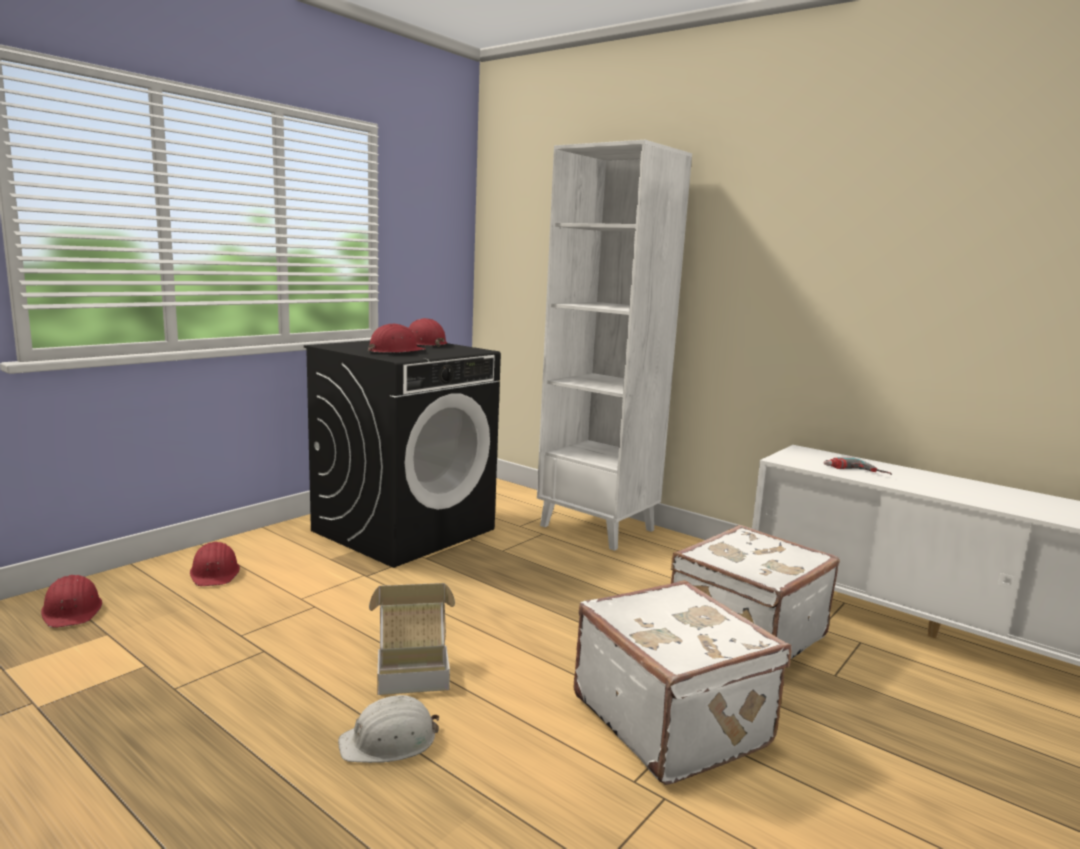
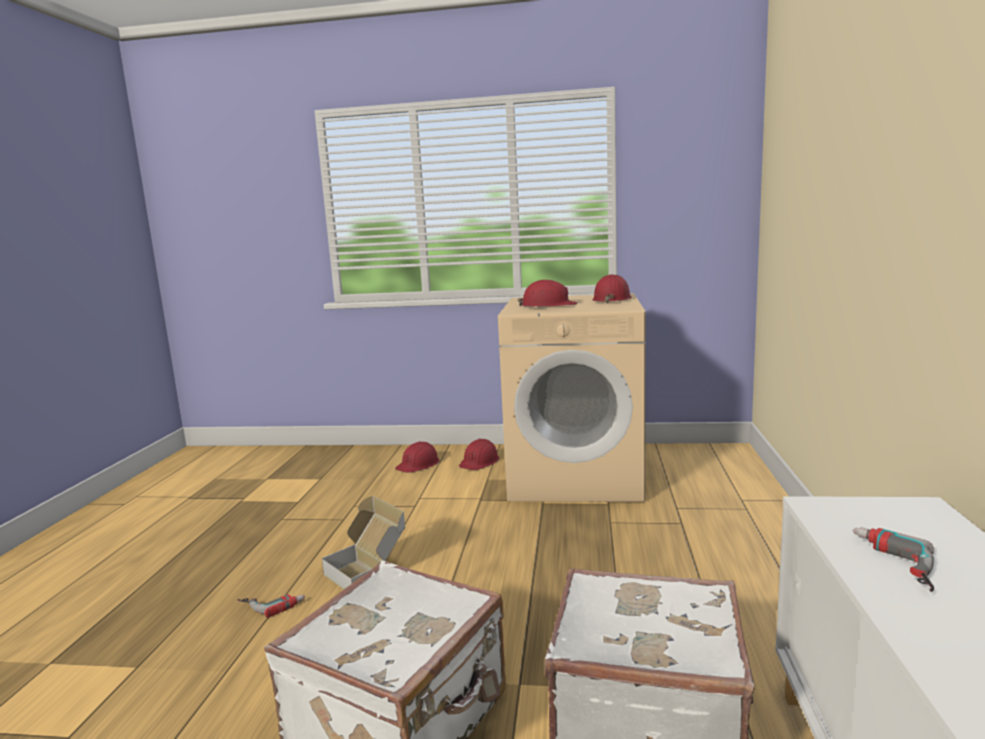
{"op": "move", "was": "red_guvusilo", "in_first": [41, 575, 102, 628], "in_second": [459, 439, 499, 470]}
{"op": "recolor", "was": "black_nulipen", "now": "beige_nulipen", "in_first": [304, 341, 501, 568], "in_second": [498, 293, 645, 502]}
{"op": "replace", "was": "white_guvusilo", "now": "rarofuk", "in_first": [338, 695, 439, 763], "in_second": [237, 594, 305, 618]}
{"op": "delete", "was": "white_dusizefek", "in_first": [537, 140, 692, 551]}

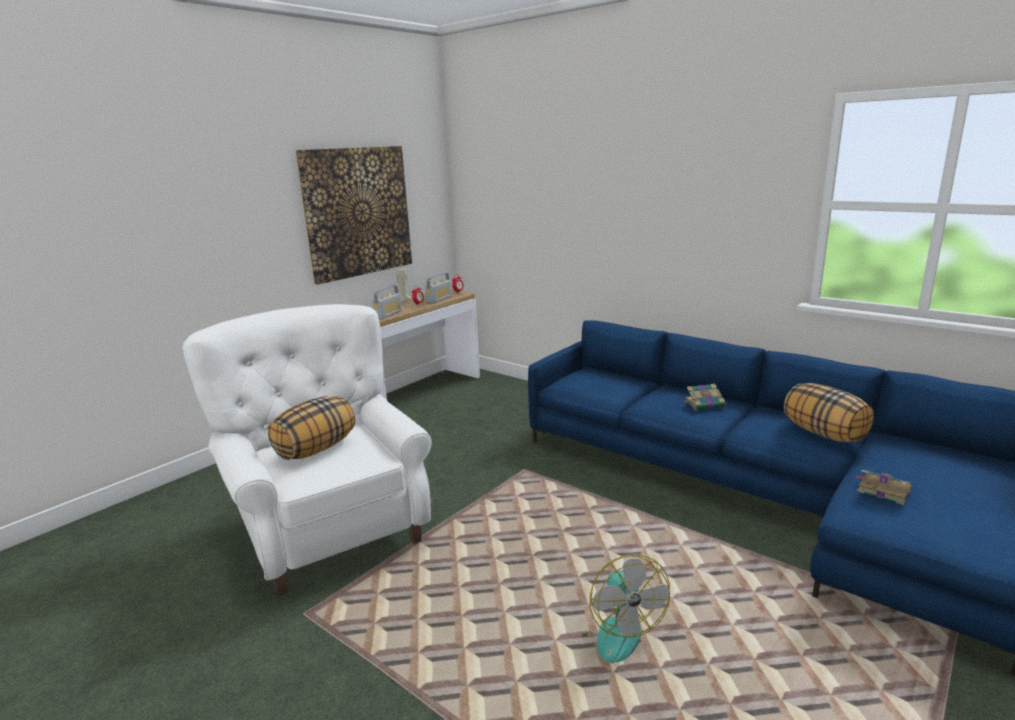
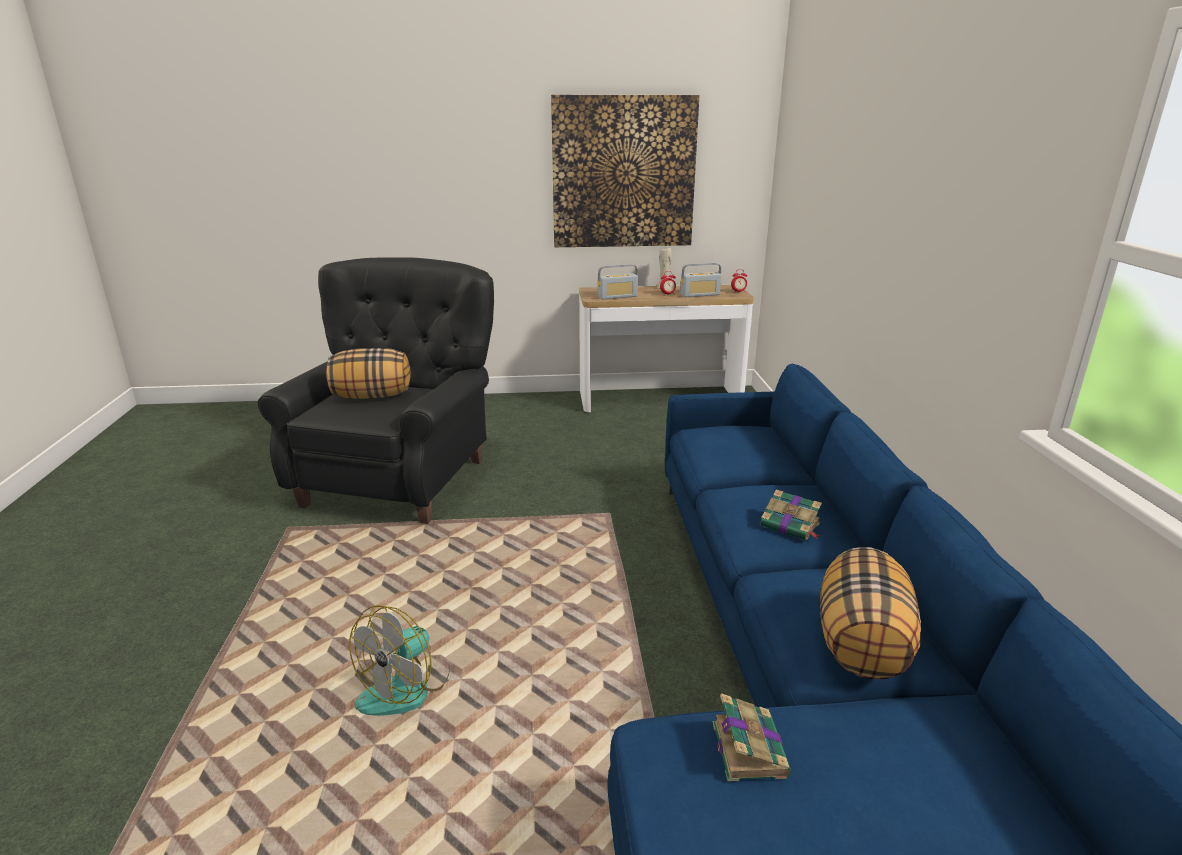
{"op": "recolor", "was": "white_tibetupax", "now": "black_tibetupax", "in_first": [183, 304, 432, 596], "in_second": [258, 257, 494, 524]}

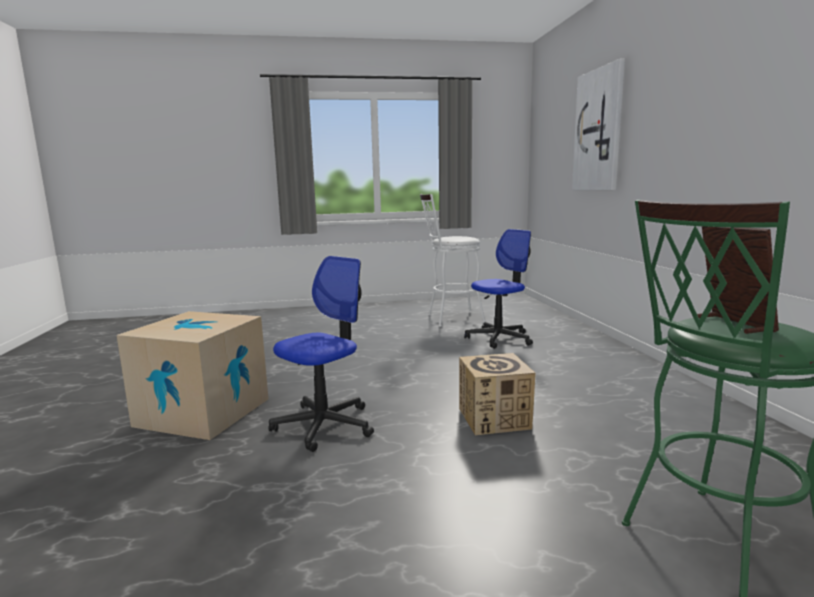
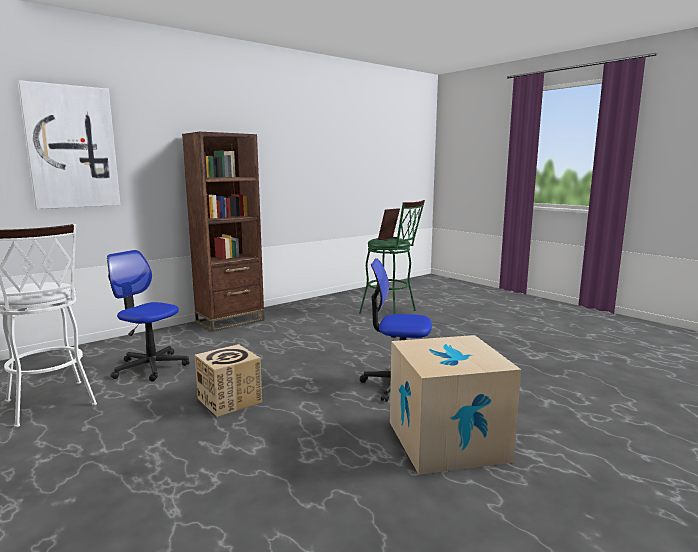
{"op": "move", "was": "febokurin", "in_first": [459, 353, 536, 435], "in_second": [195, 344, 262, 417]}
{"op": "insert", "now": "brown_dusizefek", "in_second": [182, 132, 265, 332]}

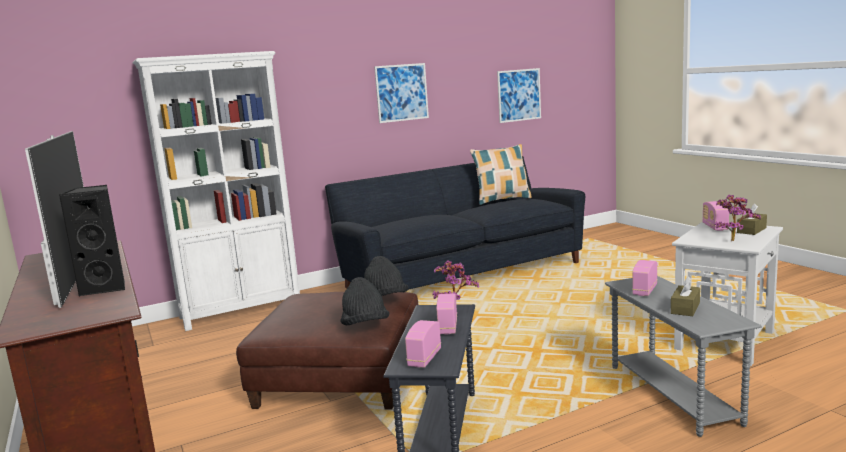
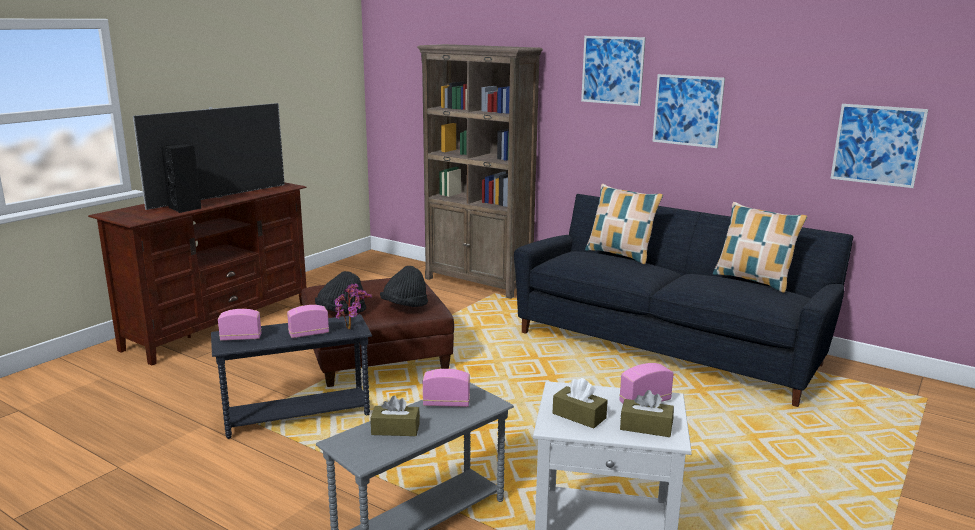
{"op": "recolor", "was": "white_dusizefek", "now": "brown_dusizefek", "in_first": [133, 51, 300, 331], "in_second": [417, 44, 543, 299]}
{"op": "replace", "was": "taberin", "now": "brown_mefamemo", "in_first": [715, 195, 761, 241], "in_second": [553, 378, 608, 429]}
{"op": "insert", "now": "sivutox", "in_second": [581, 36, 646, 106]}
{"op": "insert", "now": "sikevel", "in_second": [585, 184, 663, 264]}

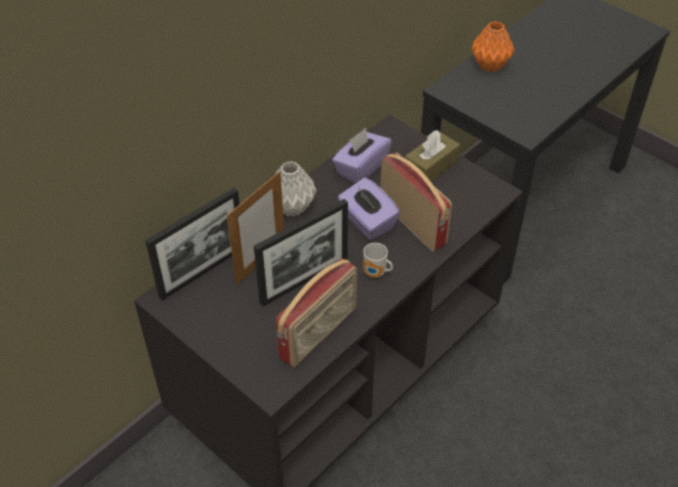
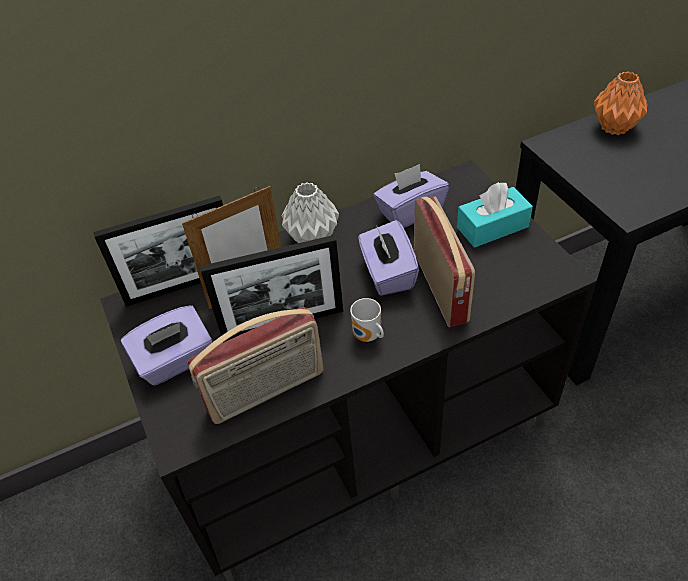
{"op": "recolor", "was": "brown_mefamemo", "now": "turquoise_mefamemo", "in_first": [405, 130, 460, 181], "in_second": [457, 182, 533, 248]}
{"op": "insert", "now": "purple_mefamemo", "in_second": [121, 305, 212, 386]}

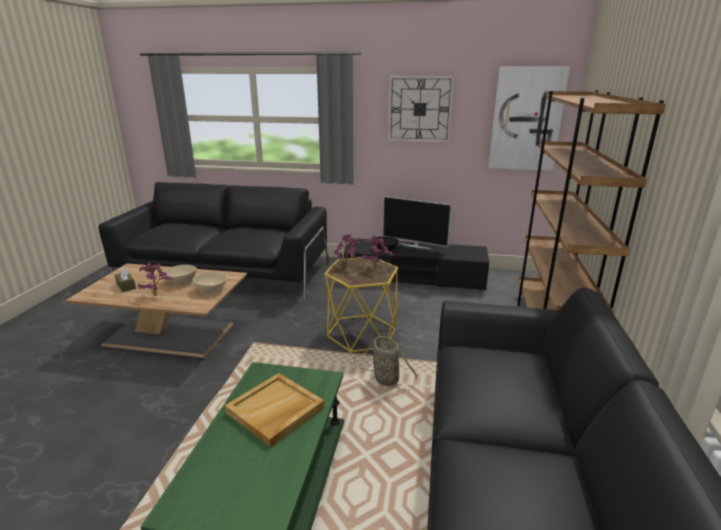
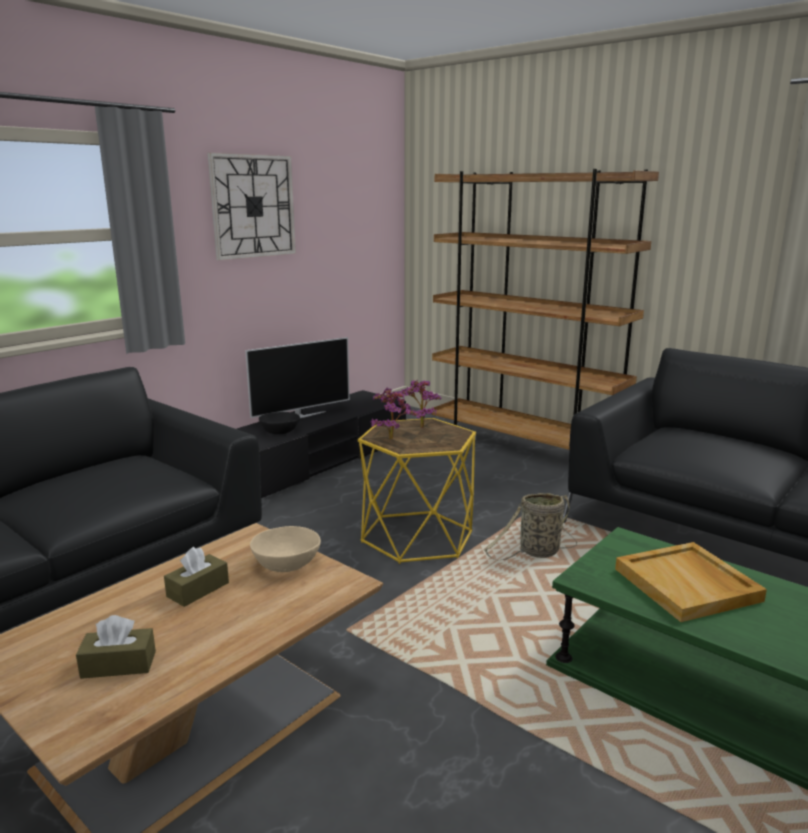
{"op": "delete", "was": "taberin", "in_first": [138, 262, 172, 296]}
{"op": "replace", "was": "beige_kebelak", "now": "brown_mefamemo", "in_first": [164, 265, 197, 284], "in_second": [164, 547, 229, 607]}
{"op": "delete", "was": "sivutox", "in_first": [488, 67, 570, 171]}

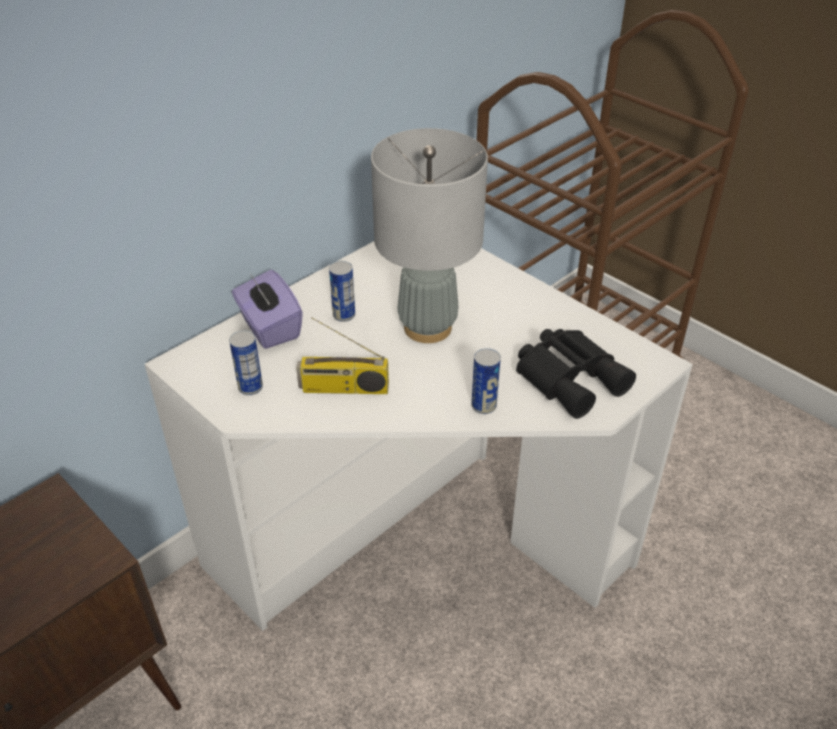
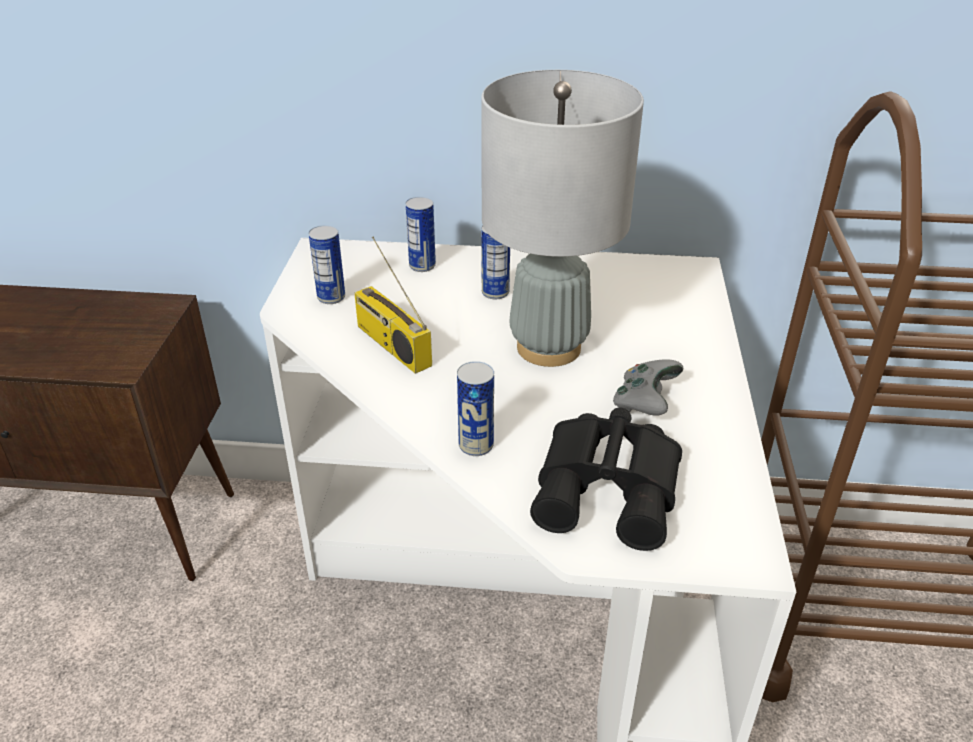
{"op": "replace", "was": "purple_mefamemo", "now": "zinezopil", "in_first": [232, 270, 303, 349], "in_second": [406, 197, 436, 272]}
{"op": "insert", "now": "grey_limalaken", "in_second": [613, 359, 684, 416]}

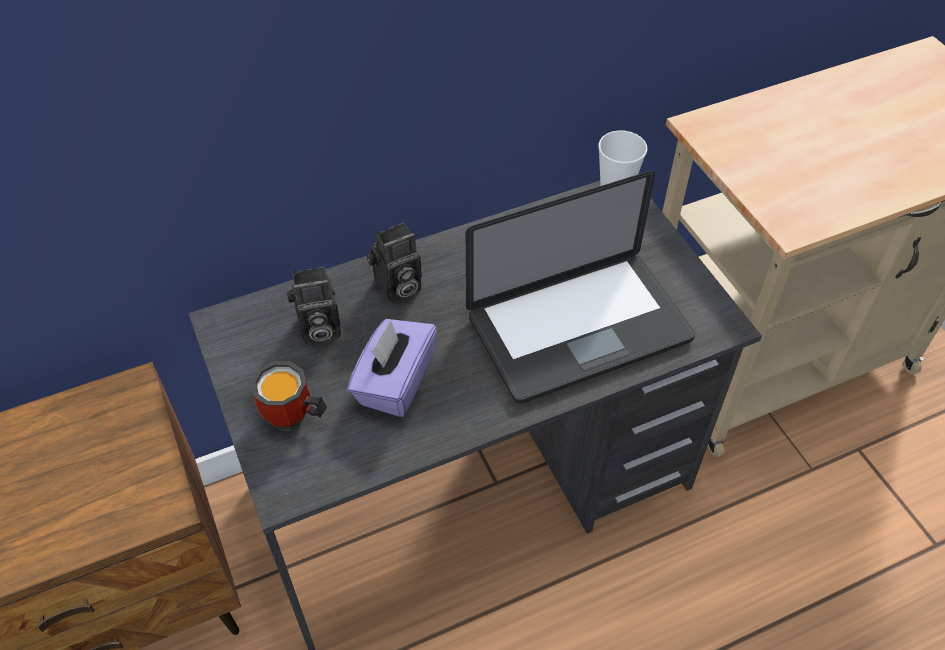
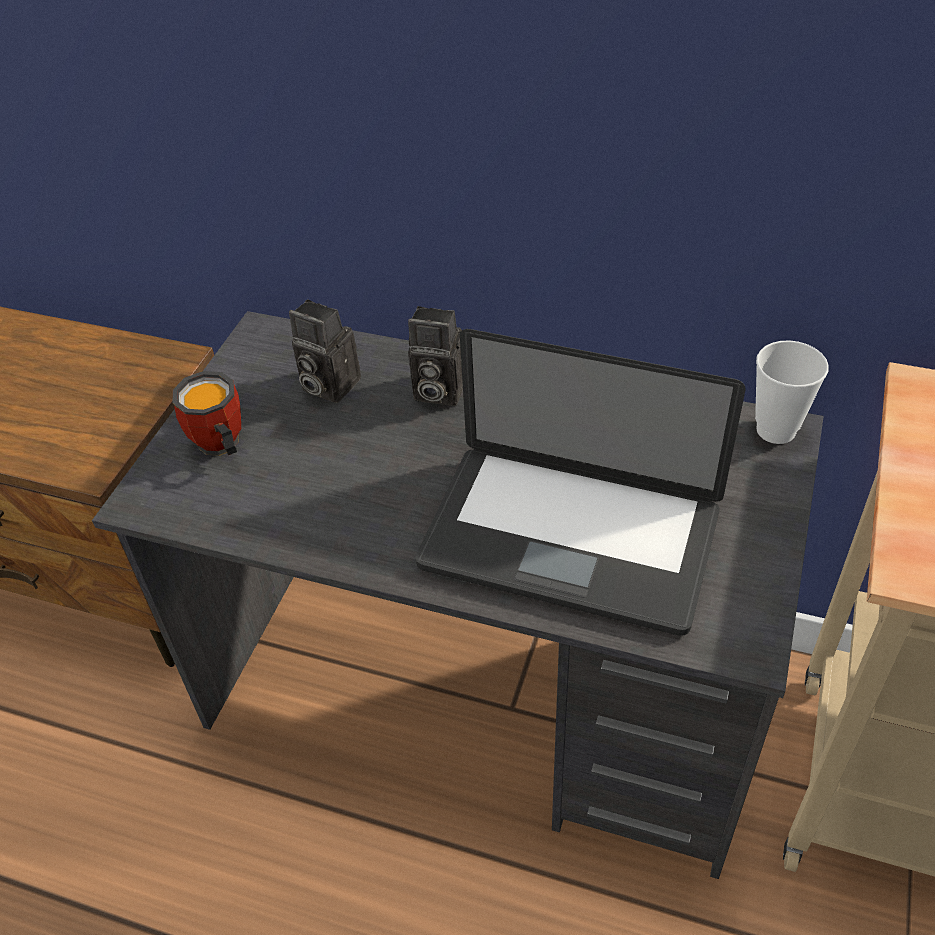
{"op": "delete", "was": "purple_mefamemo", "in_first": [347, 319, 437, 417]}

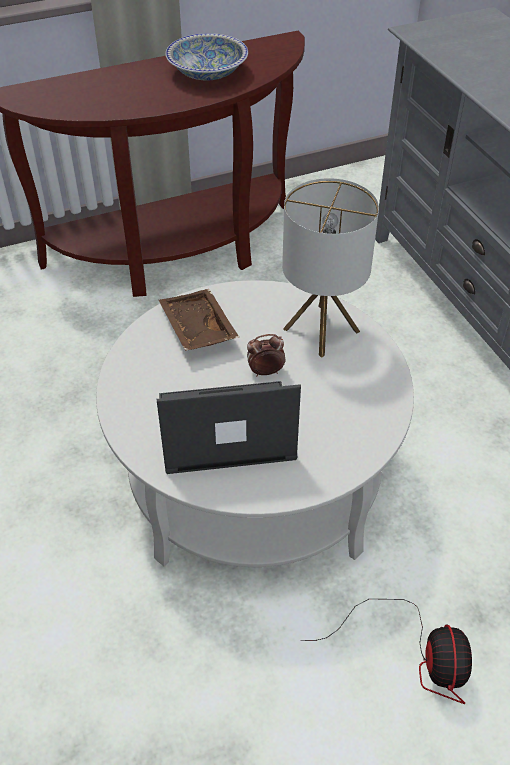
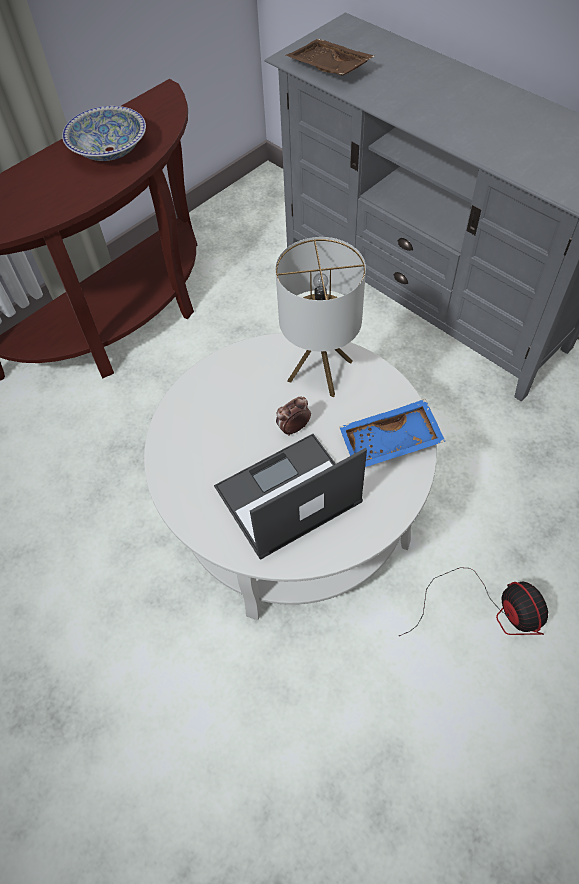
{"op": "move", "was": "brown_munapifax", "in_first": [159, 289, 239, 351], "in_second": [286, 39, 374, 76]}
{"op": "insert", "now": "blue_munapifax", "in_second": [339, 399, 445, 467]}

